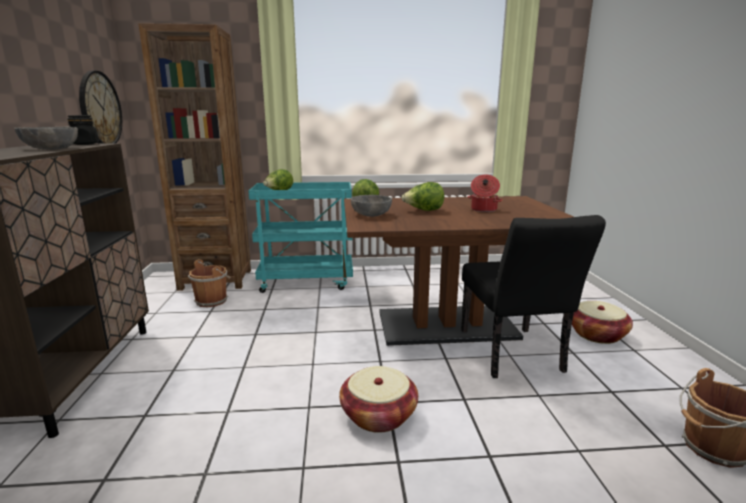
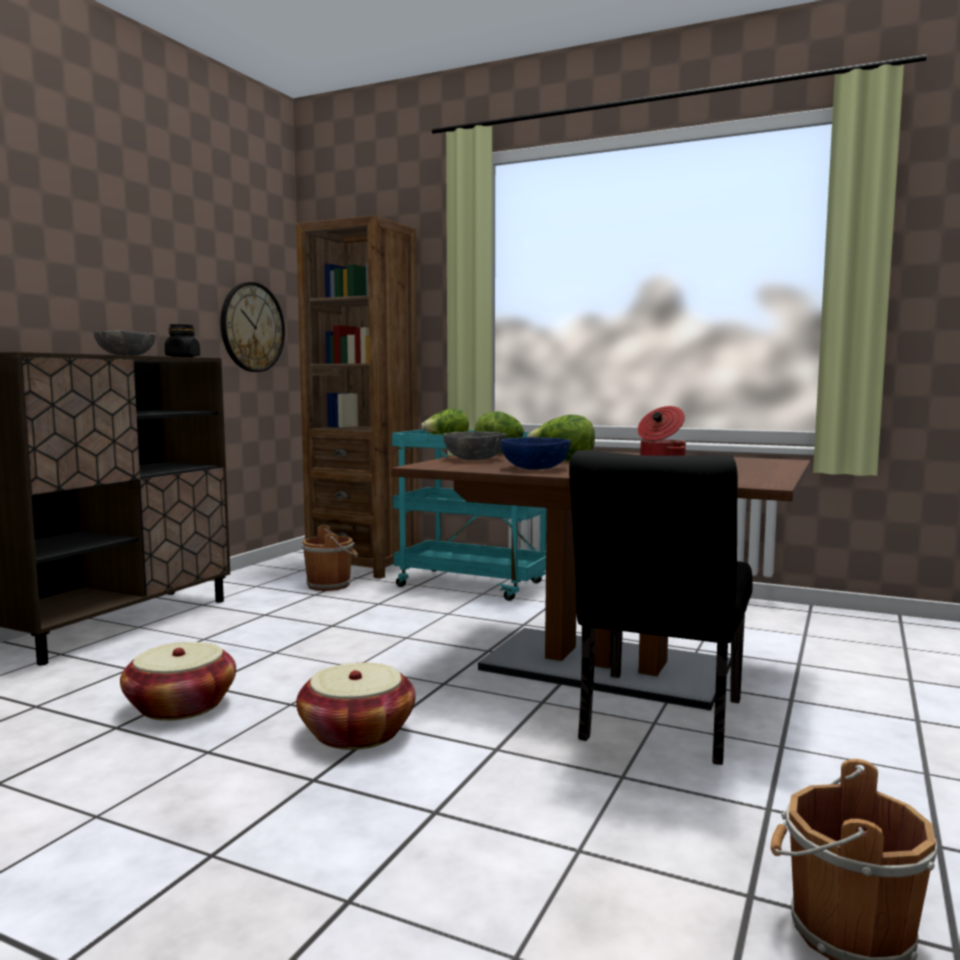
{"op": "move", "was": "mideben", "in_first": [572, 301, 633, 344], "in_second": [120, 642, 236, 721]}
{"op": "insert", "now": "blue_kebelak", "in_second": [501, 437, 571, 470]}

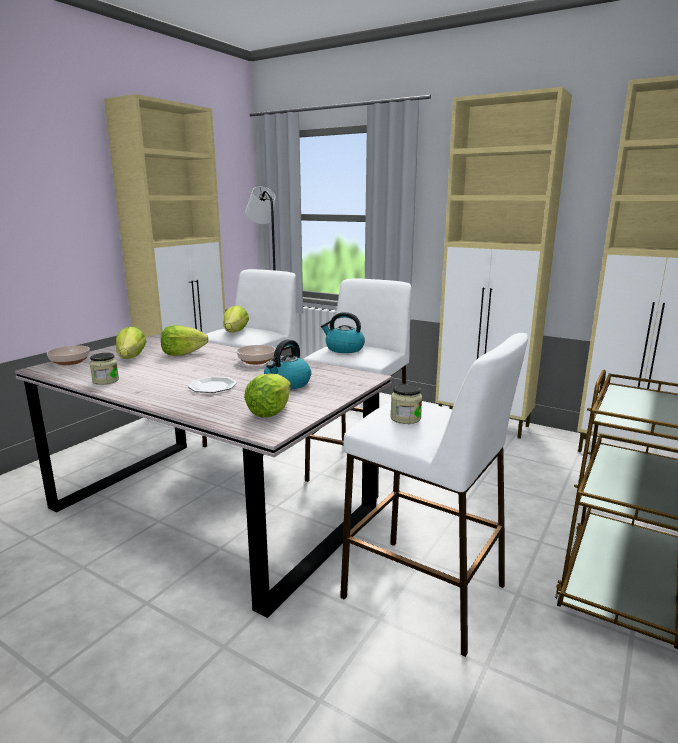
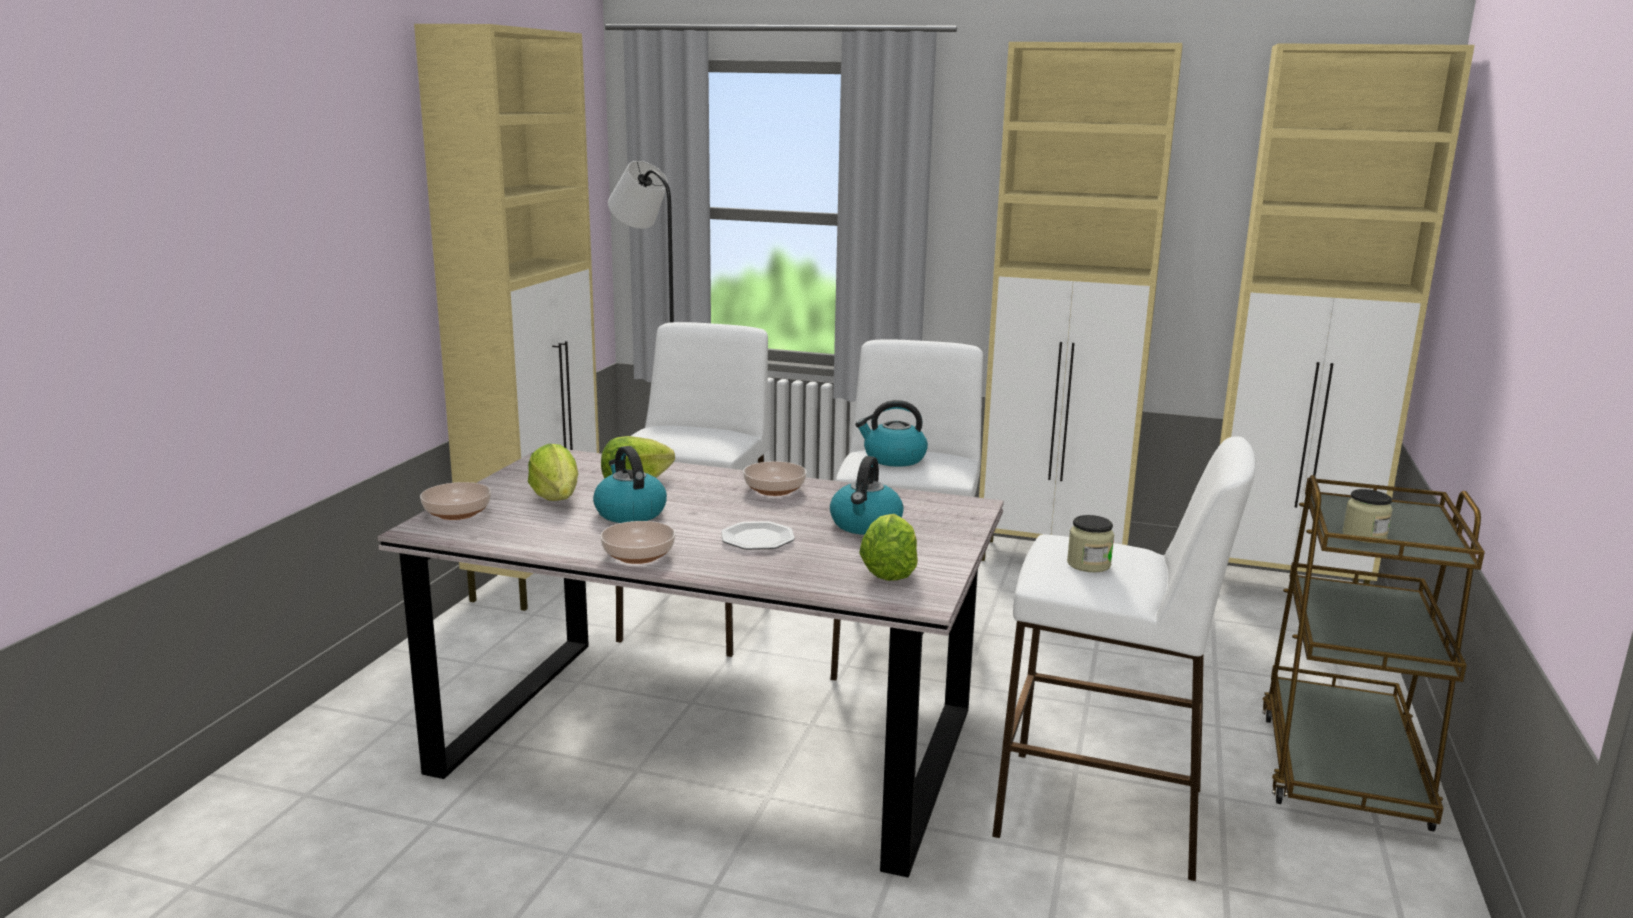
{"op": "move", "was": "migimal", "in_first": [90, 353, 119, 385], "in_second": [1342, 489, 1393, 543]}
{"op": "delete", "was": "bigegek", "in_first": [224, 305, 249, 333]}
{"op": "insert", "now": "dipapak", "in_second": [593, 446, 667, 523]}
{"op": "insert", "now": "kebelak", "in_second": [600, 521, 675, 564]}

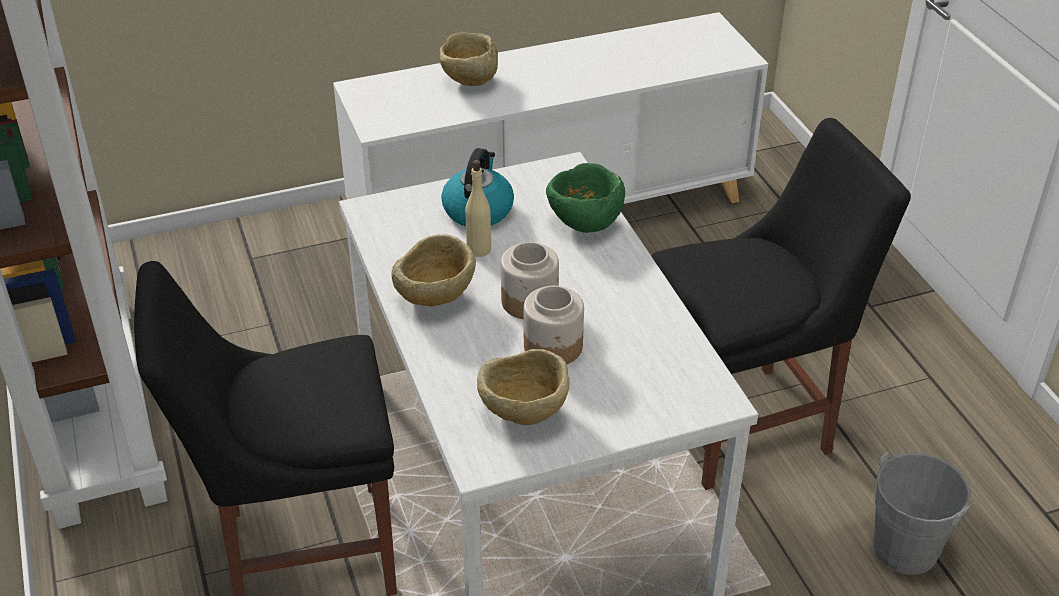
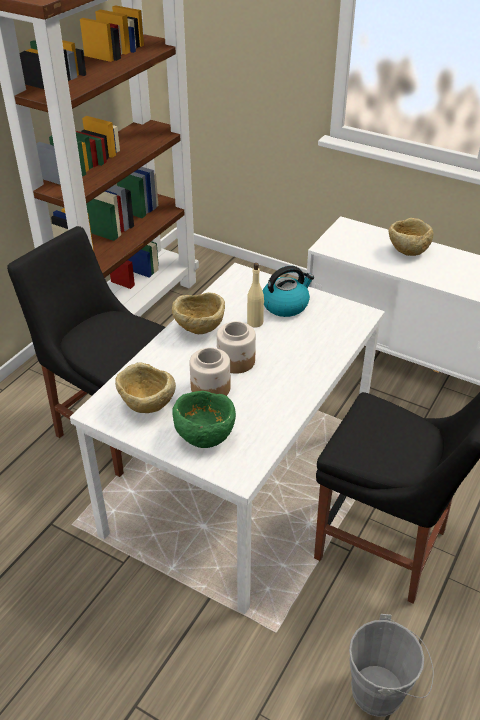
{"op": "move", "was": "green_kebelak", "in_first": [546, 163, 625, 233], "in_second": [172, 391, 236, 448]}

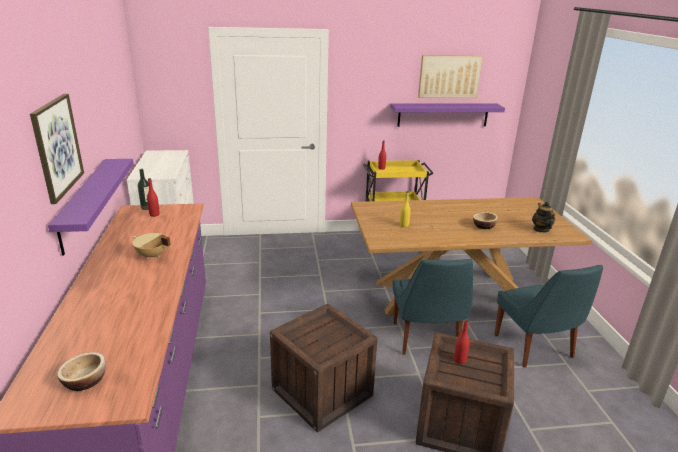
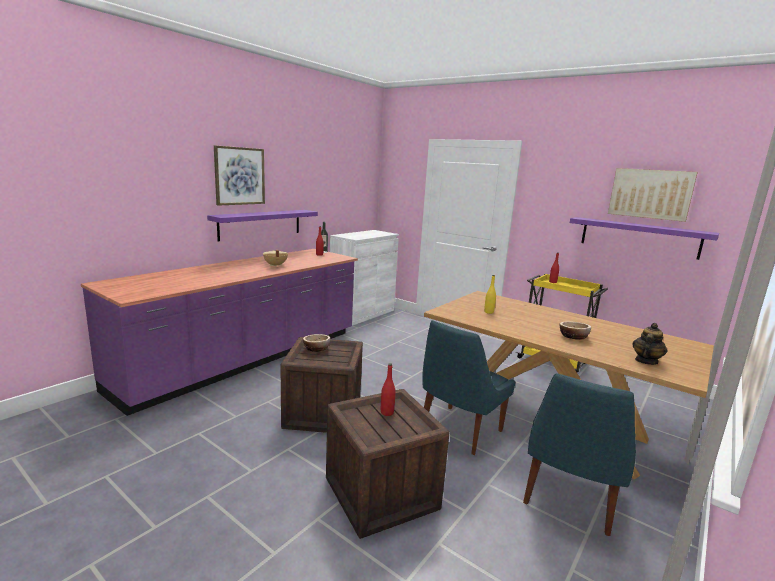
{"op": "move", "was": "kebelak", "in_first": [57, 352, 106, 391], "in_second": [303, 334, 330, 352]}

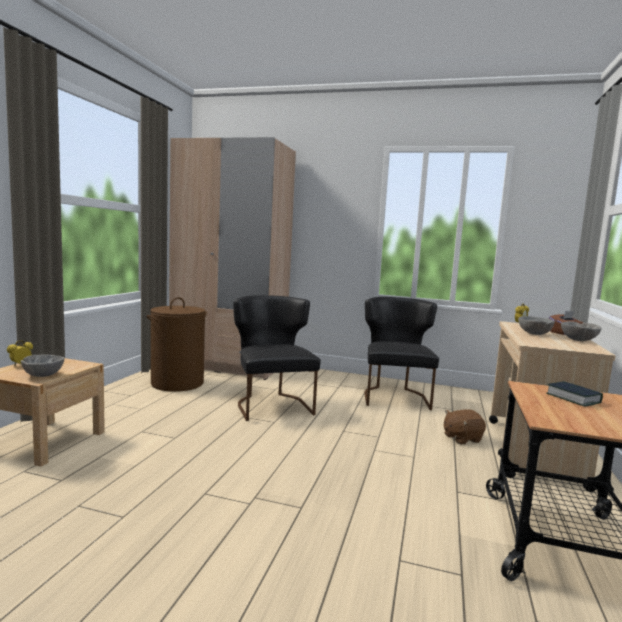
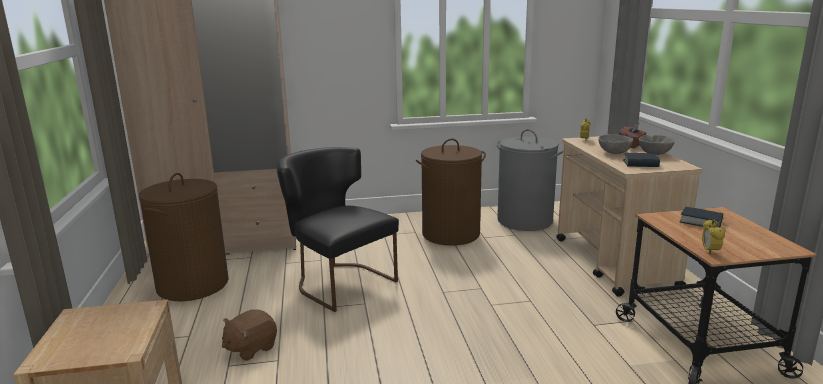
{"op": "move", "was": "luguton", "in_first": [7, 340, 33, 366], "in_second": [702, 220, 725, 255]}
{"op": "delete", "was": "grey_kebelak", "in_first": [21, 354, 64, 377]}
{"op": "replace", "was": "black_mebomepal", "now": "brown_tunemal", "in_first": [364, 297, 439, 410], "in_second": [416, 139, 486, 246]}
{"op": "move", "was": "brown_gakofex", "in_first": [444, 409, 486, 444], "in_second": [222, 309, 277, 361]}
{"op": "insert", "now": "grey_tunemal", "in_second": [497, 129, 563, 231]}
{"op": "insert", "now": "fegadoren", "in_second": [623, 153, 660, 167]}

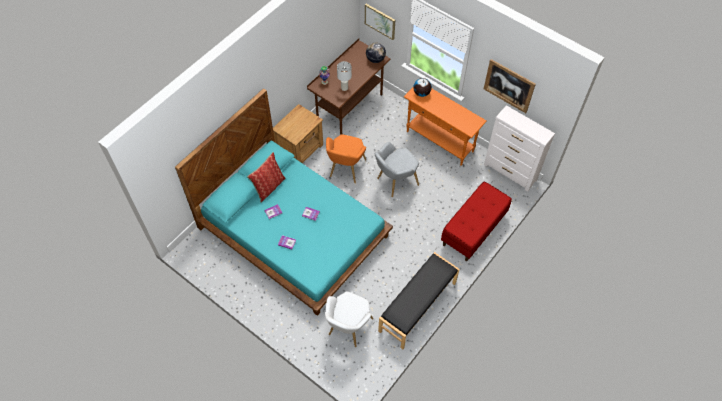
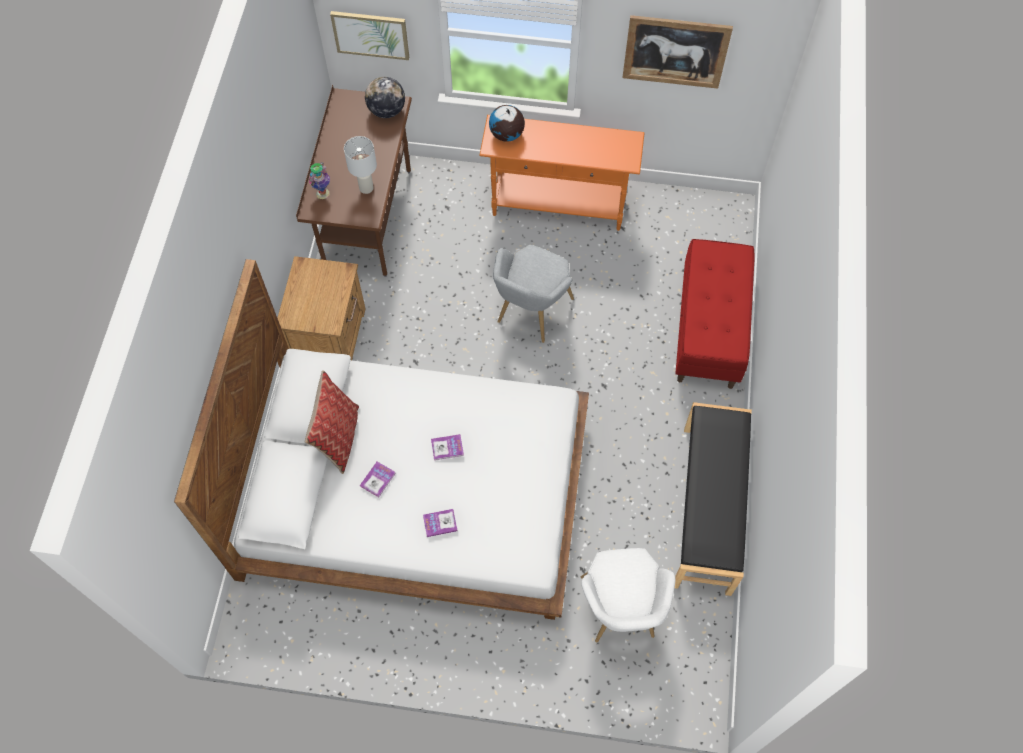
{"op": "recolor", "was": "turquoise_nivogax", "now": "white_nivogax", "in_first": [175, 88, 393, 316], "in_second": [174, 259, 589, 620]}
{"op": "delete", "was": "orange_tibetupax", "in_first": [326, 134, 366, 183]}
{"op": "delete", "was": "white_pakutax", "in_first": [484, 105, 555, 192]}

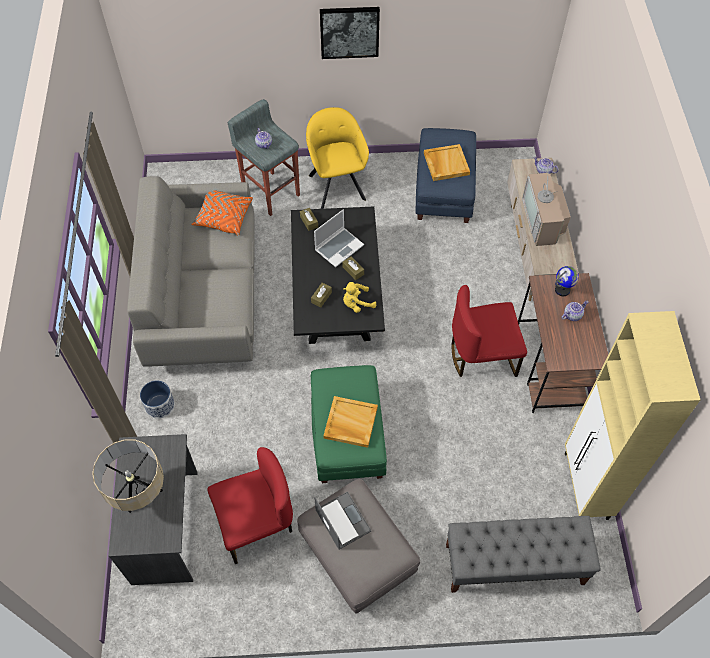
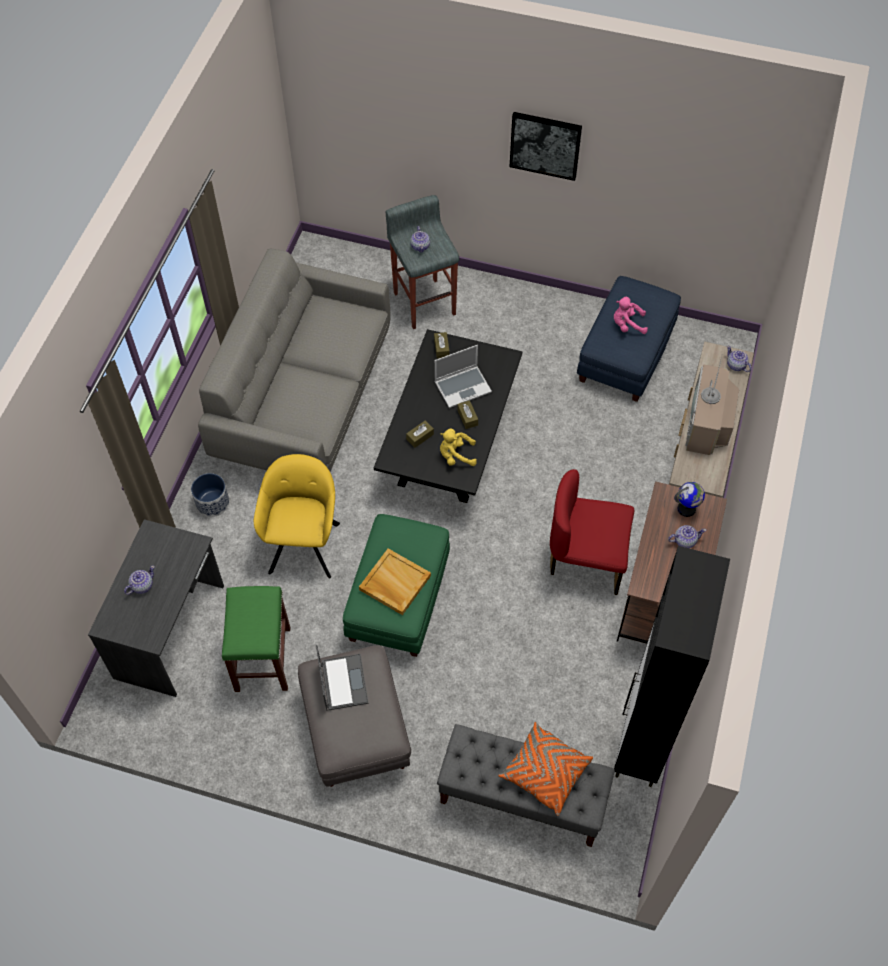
{"op": "replace", "was": "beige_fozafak", "now": "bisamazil", "in_first": [92, 439, 164, 513], "in_second": [124, 565, 155, 595]}
{"op": "move", "was": "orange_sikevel", "in_first": [191, 190, 253, 236], "in_second": [498, 722, 593, 816]}
{"op": "replace", "was": "red_mebomepal", "now": "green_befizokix", "in_first": [207, 447, 293, 564], "in_second": [222, 586, 290, 692]}
{"op": "move", "was": "yellow_tibetupax", "in_first": [306, 107, 369, 209], "in_second": [254, 454, 340, 578]}
{"op": "replace", "was": "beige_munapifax", "now": "pink_gakofex", "in_first": [424, 144, 470, 181], "in_second": [614, 297, 648, 334]}
{"op": "recolor", "was": "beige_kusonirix", "now": "black_kusonirix", "in_first": [565, 311, 700, 520], "in_second": [614, 546, 730, 787]}

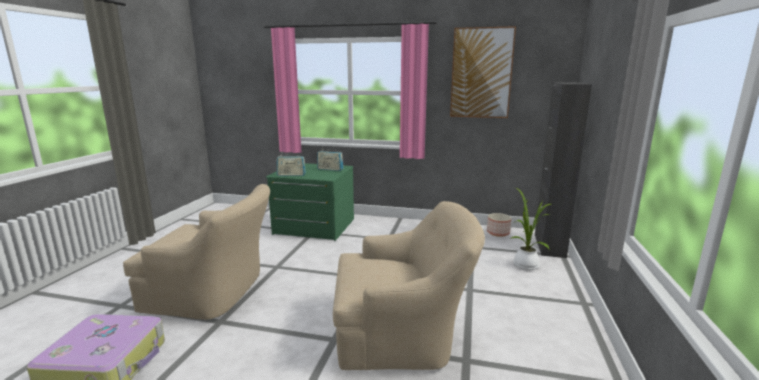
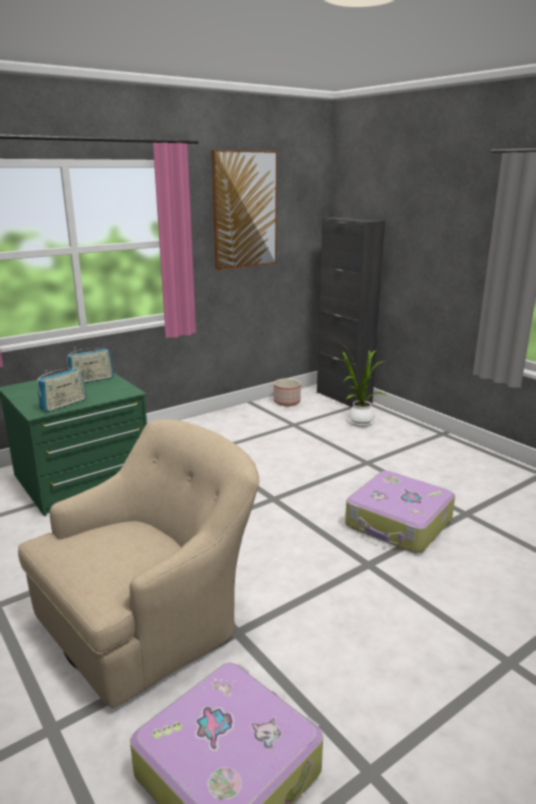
{"op": "replace", "was": "beige_tibetupax", "now": "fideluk", "in_first": [333, 201, 485, 370], "in_second": [345, 471, 455, 553]}

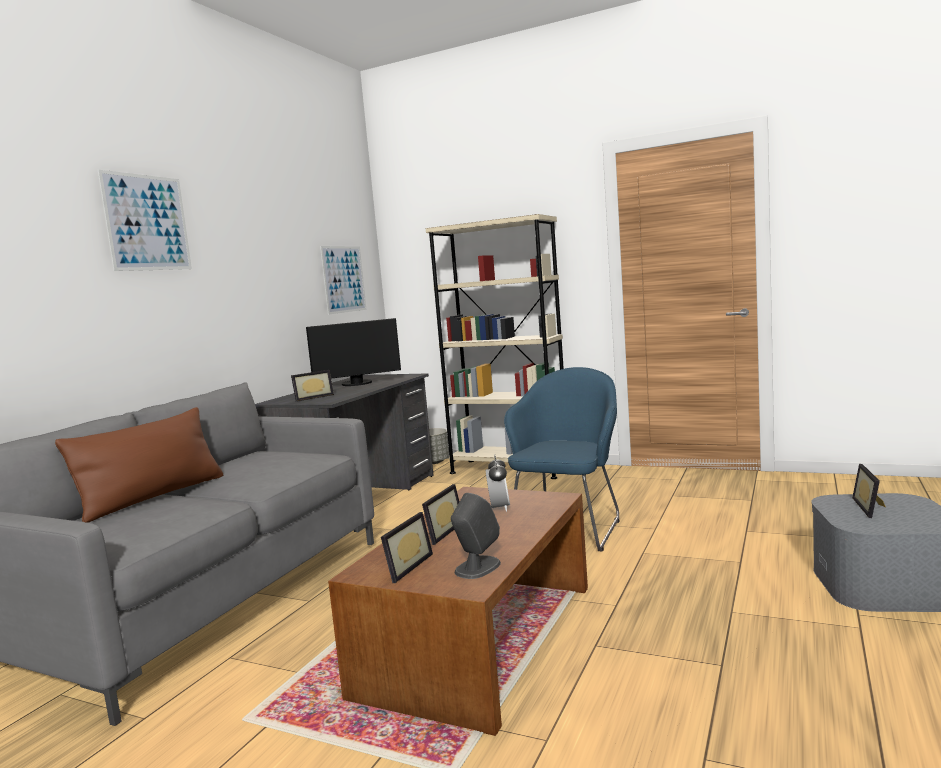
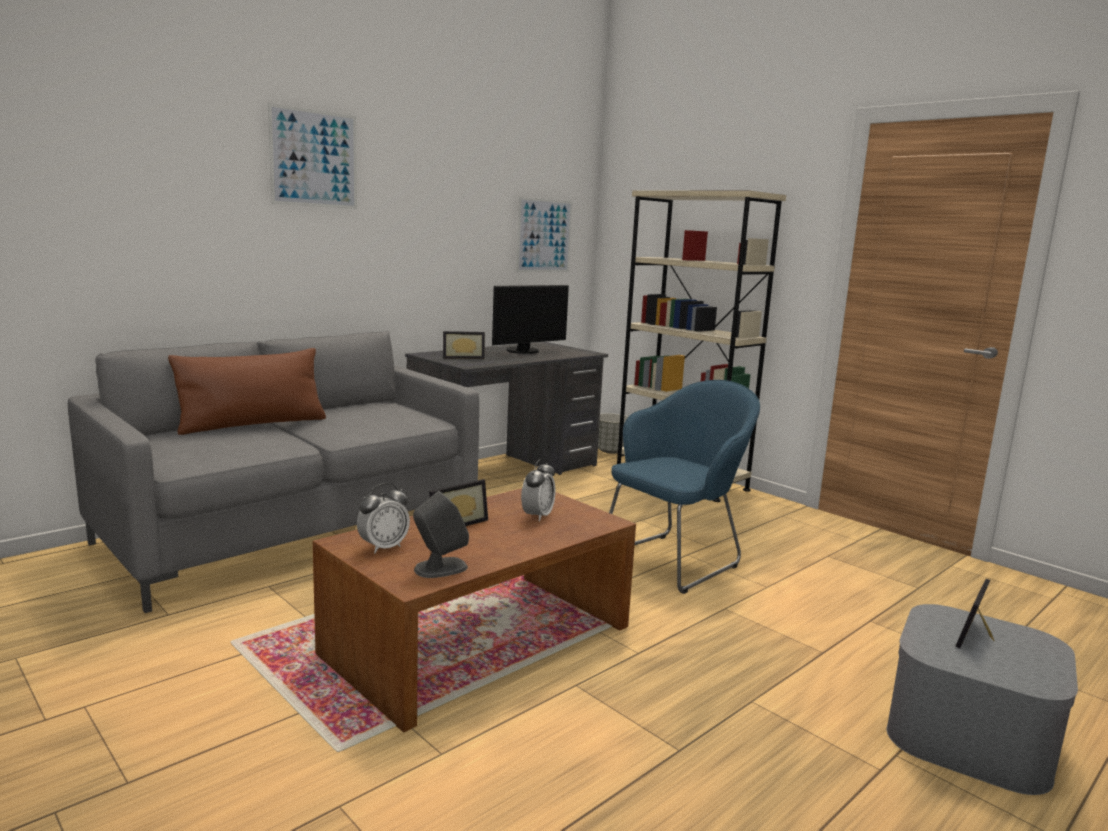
{"op": "rotate", "was": "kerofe", "in_first": [306, 318, 401, 386], "in_second": [492, 285, 569, 354], "clockwise": -45}
{"op": "replace", "was": "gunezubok", "now": "luguton", "in_first": [381, 512, 433, 583], "in_second": [357, 483, 410, 553]}

